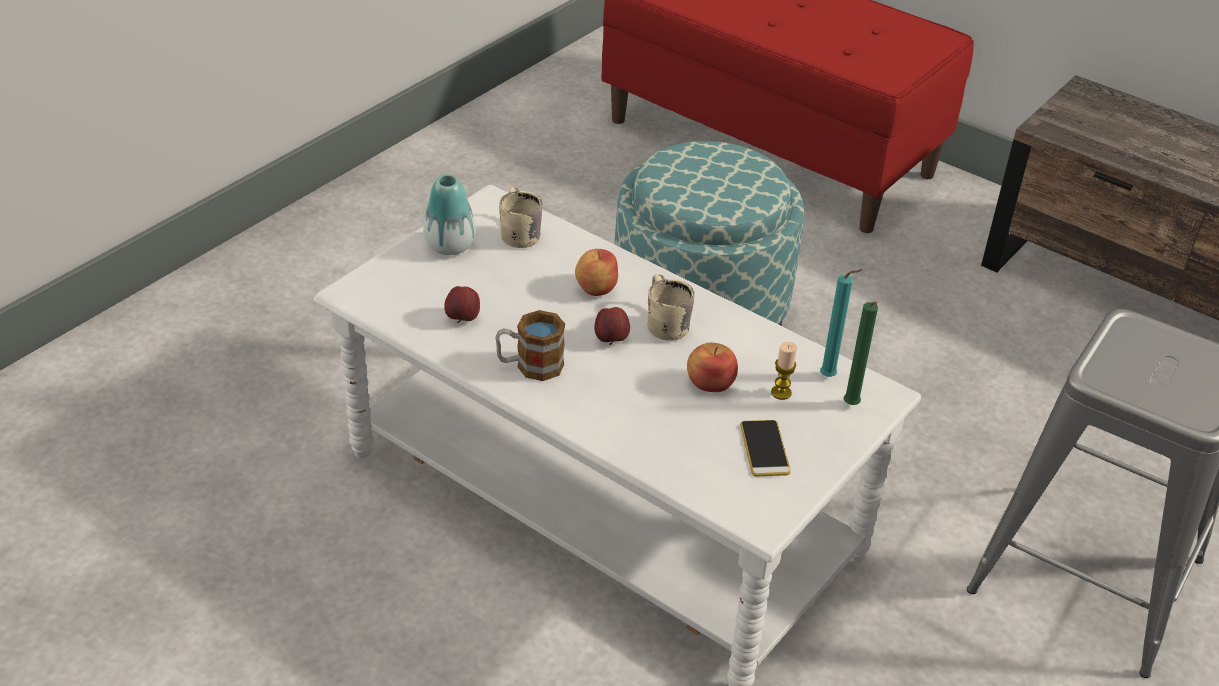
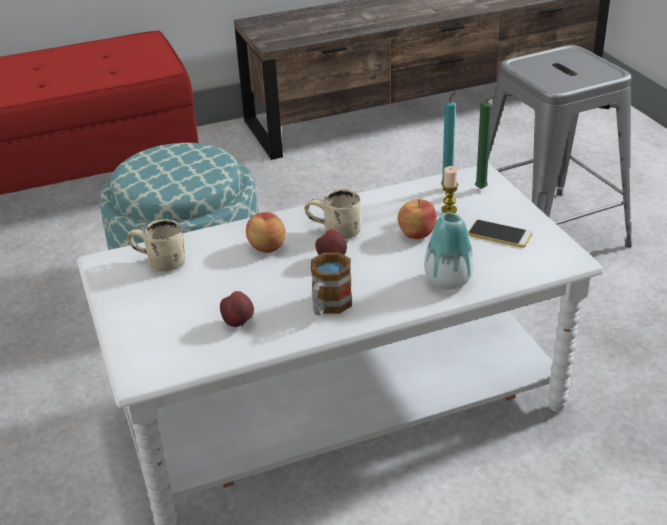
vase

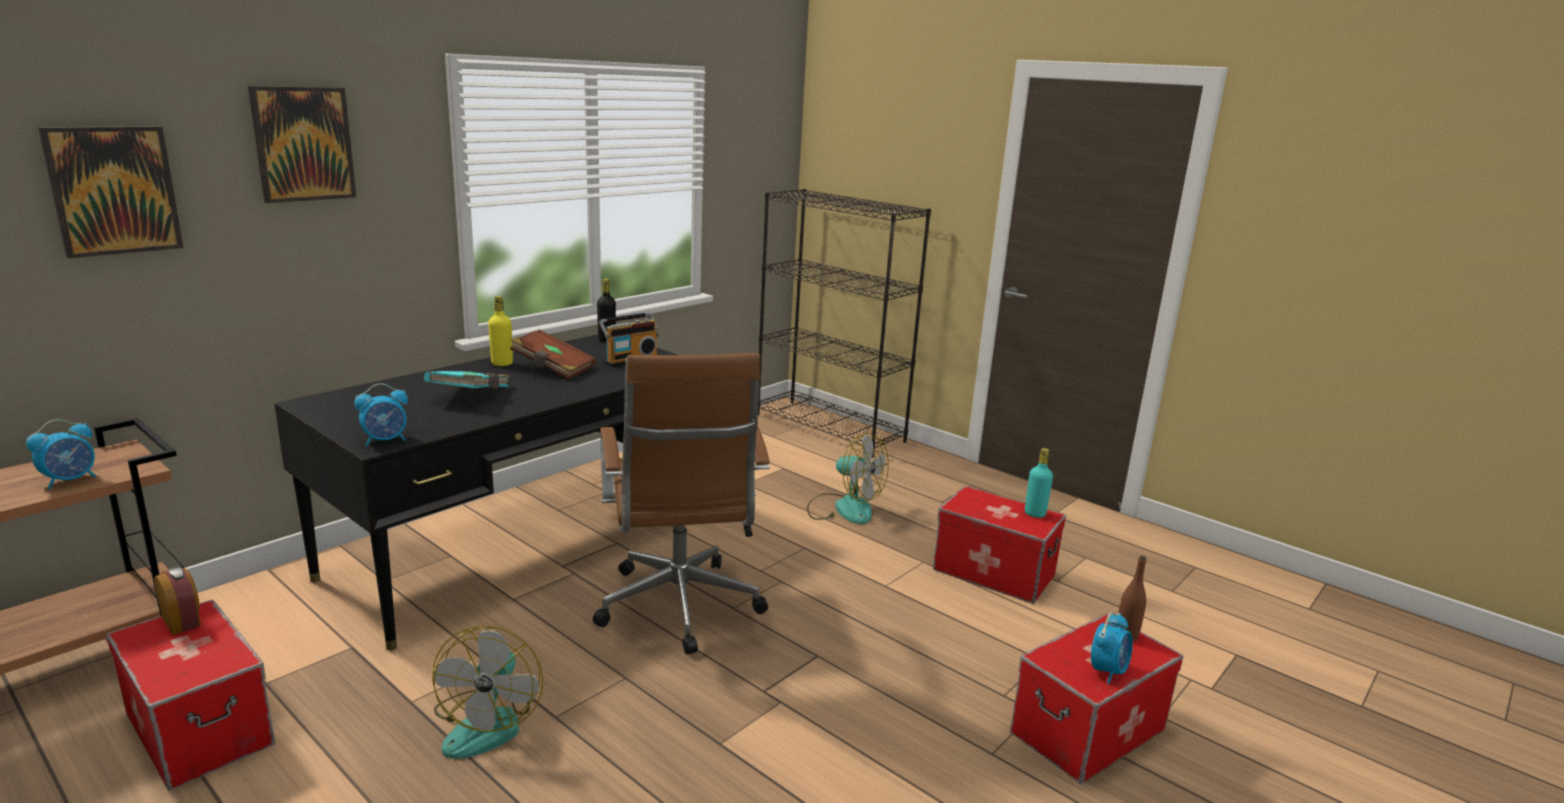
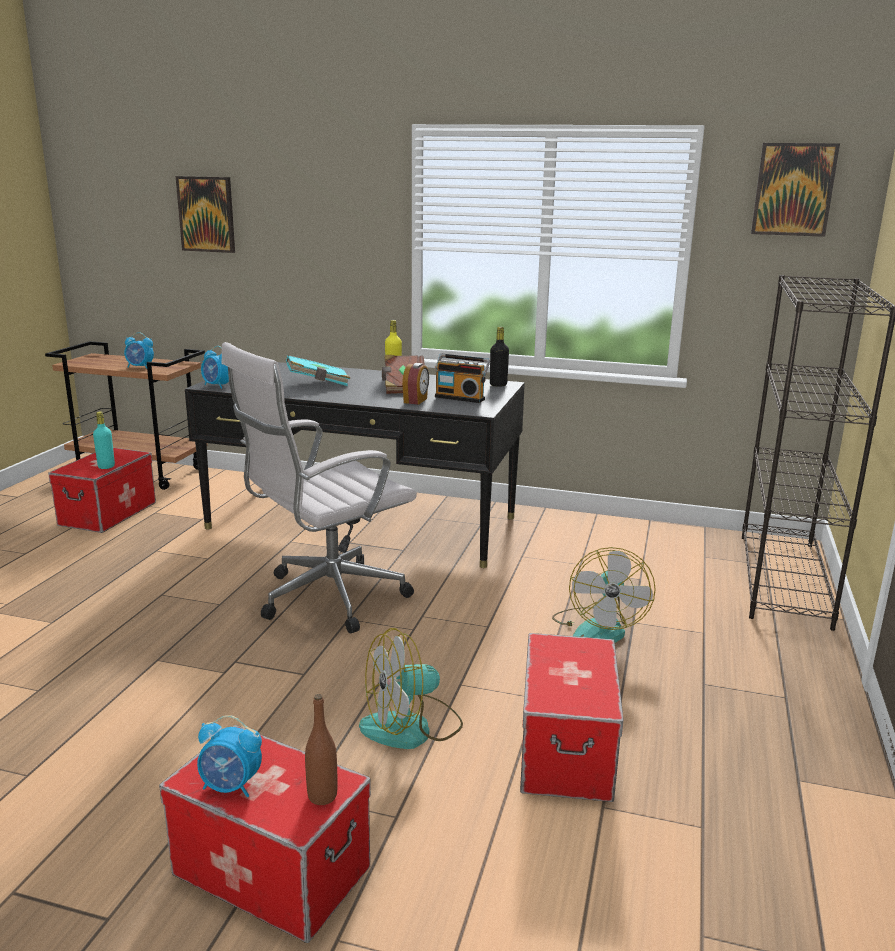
turquoise drink bottle; white desk chair; fan (no. 1 from left); bedside clock (no. 4 from left); picture (no. 2 from left)

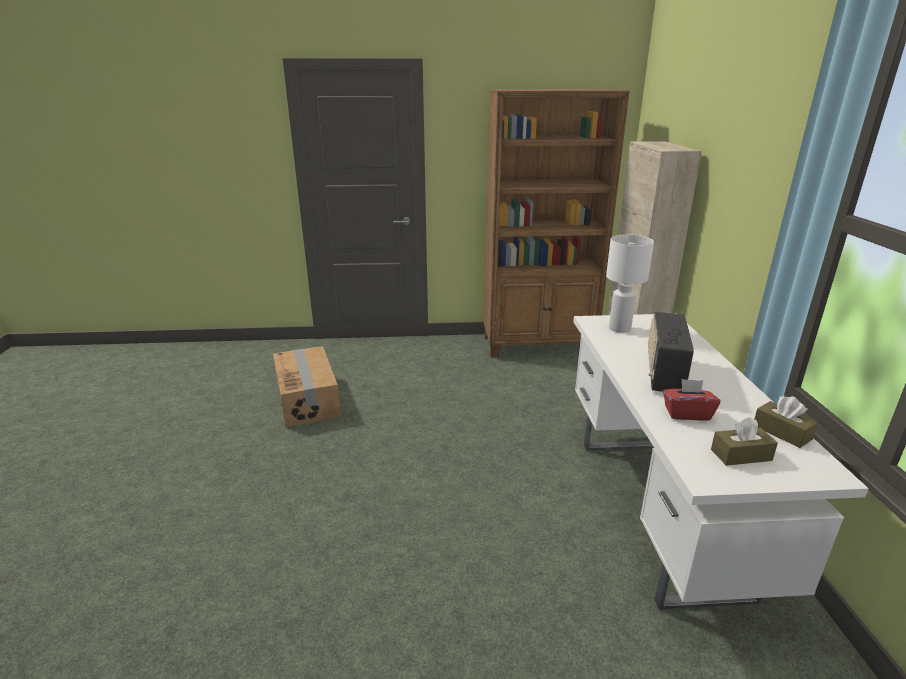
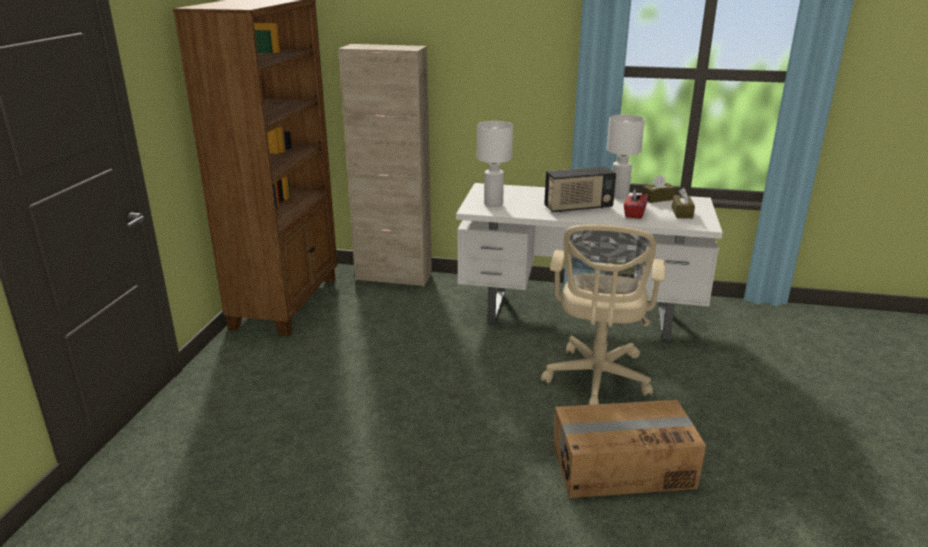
sand-coloured desk chair; radio receiver; carton; white lamp for a table (no. 2 from left)

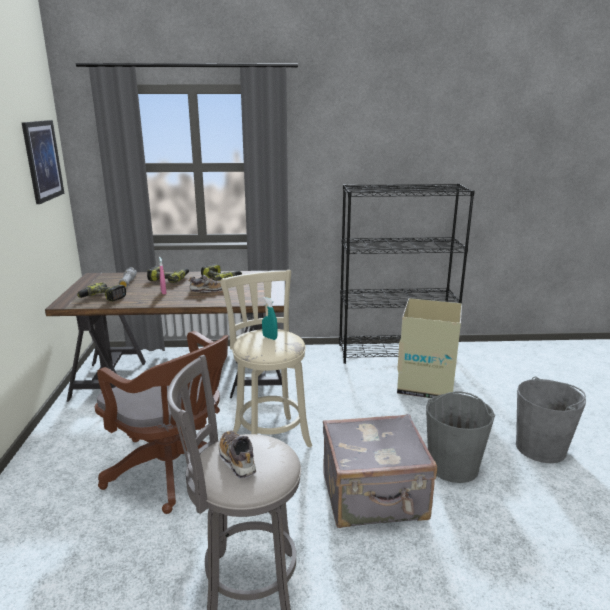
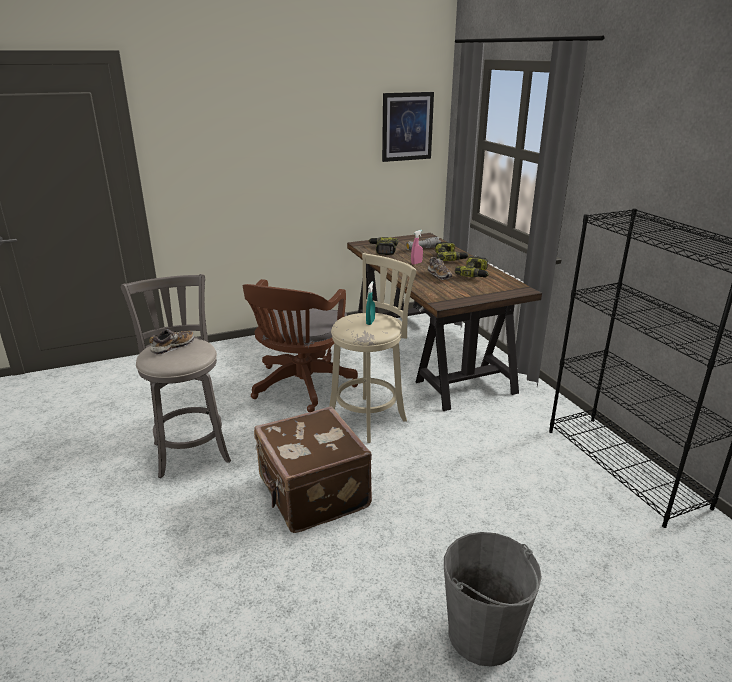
brownish suitcase; carton; gray pail (no. 1 from left in the first image)

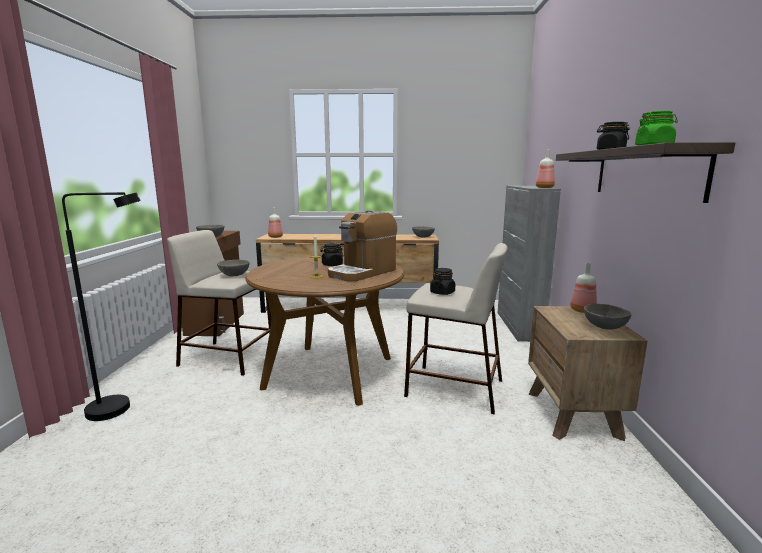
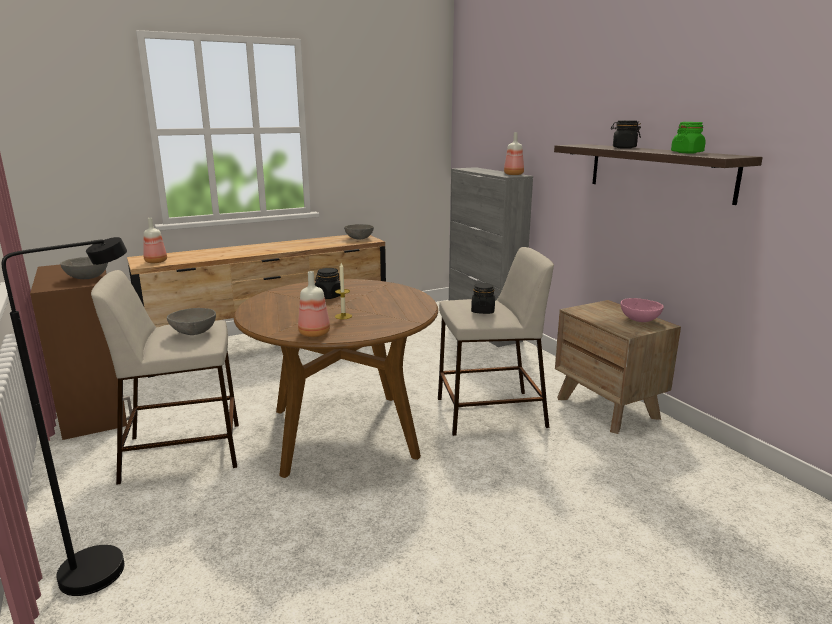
drink bottle (no. 2 from left); pink-coloured serving bowl; coffee machine

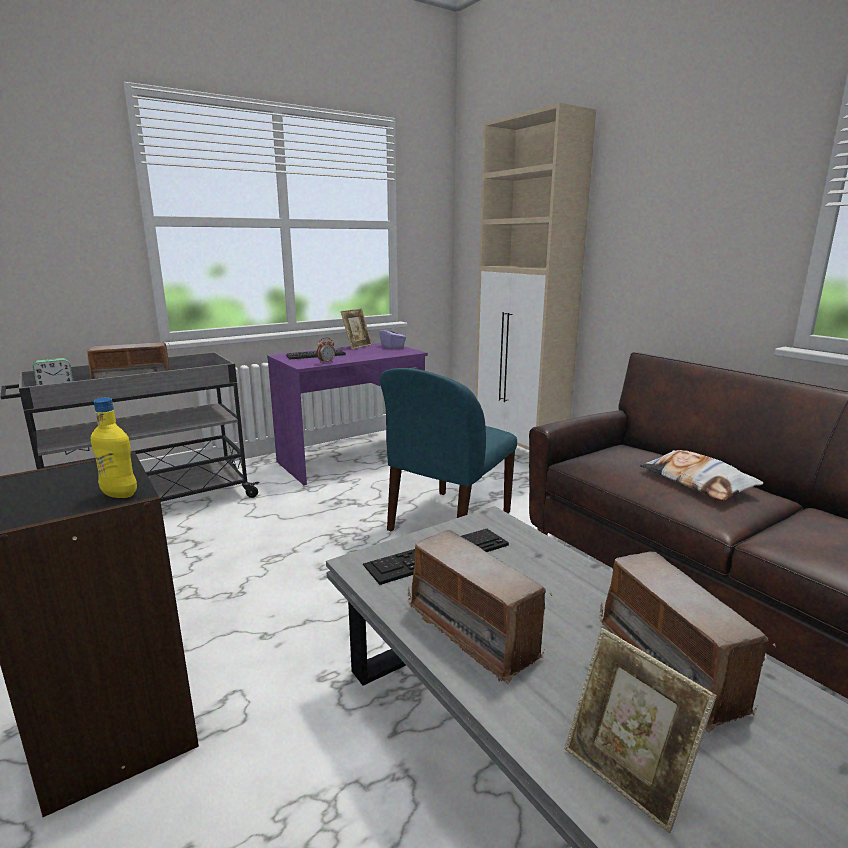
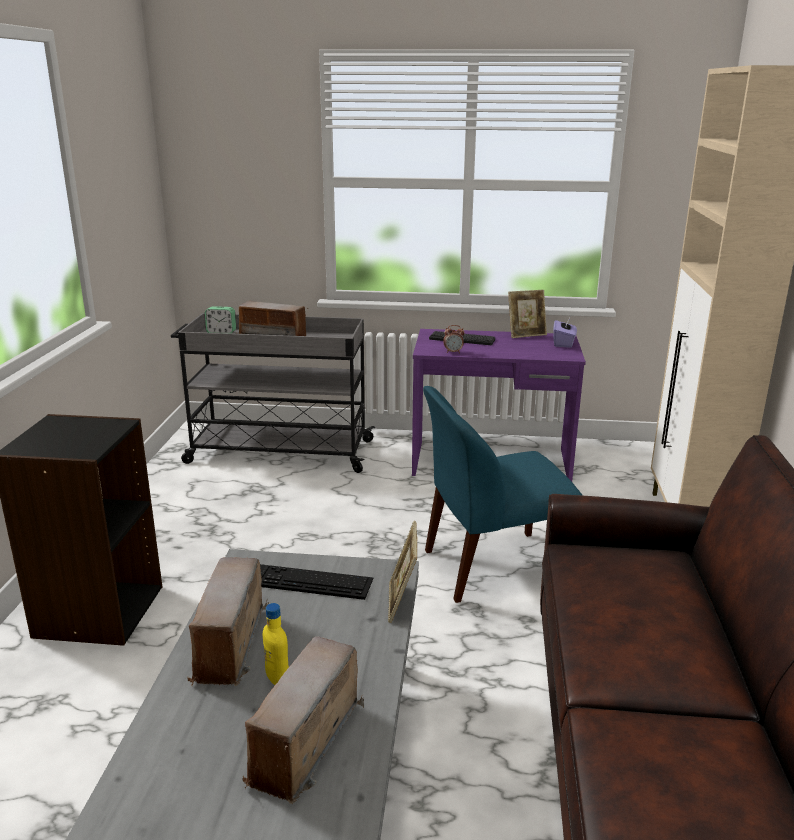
yellowish drink bottle; photo frame (no. 1 from left); cushion

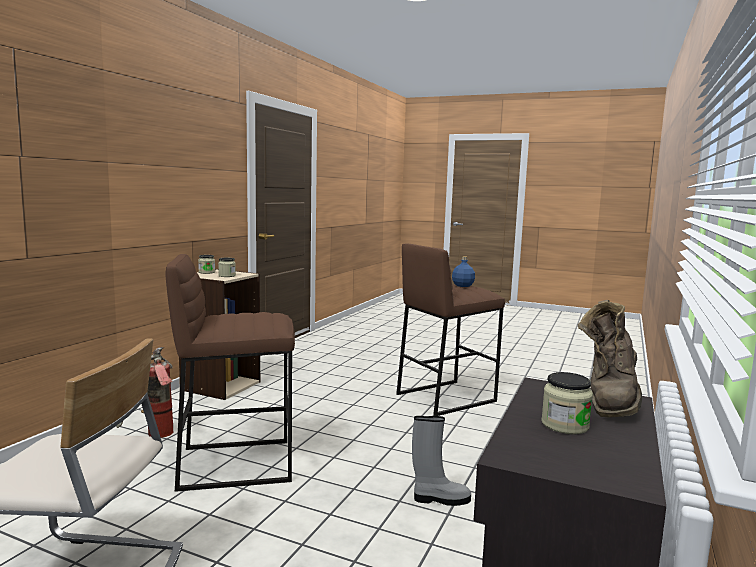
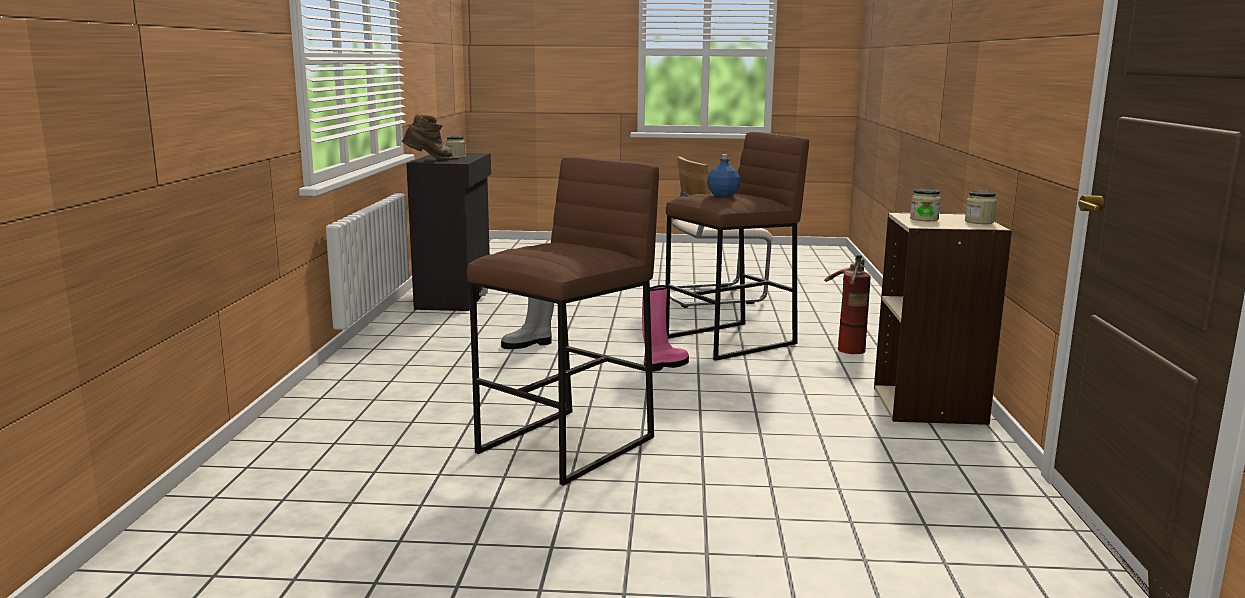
brownish boot; pink-coloured boot; blue-coloured drink bottle

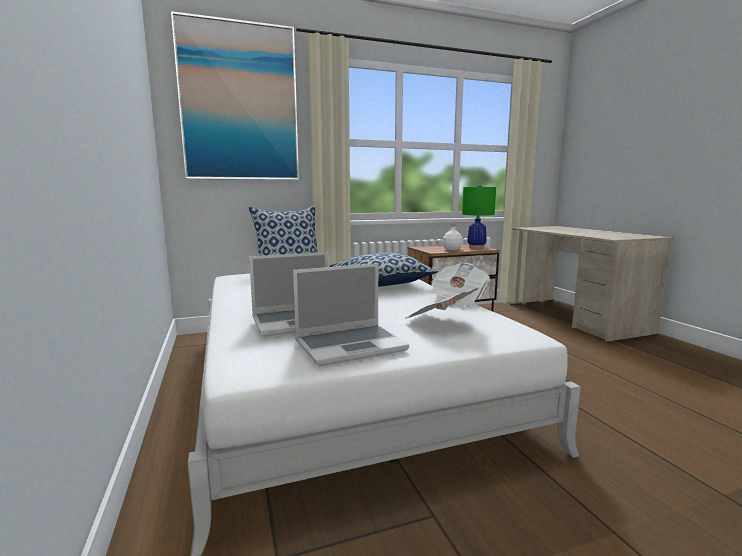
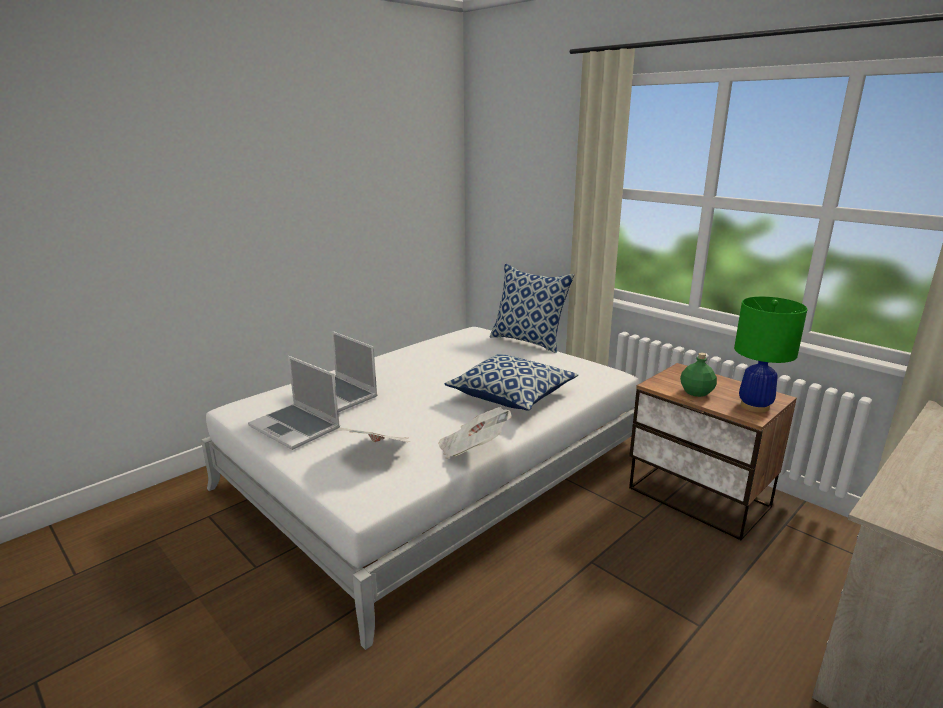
green drink bottle; picture

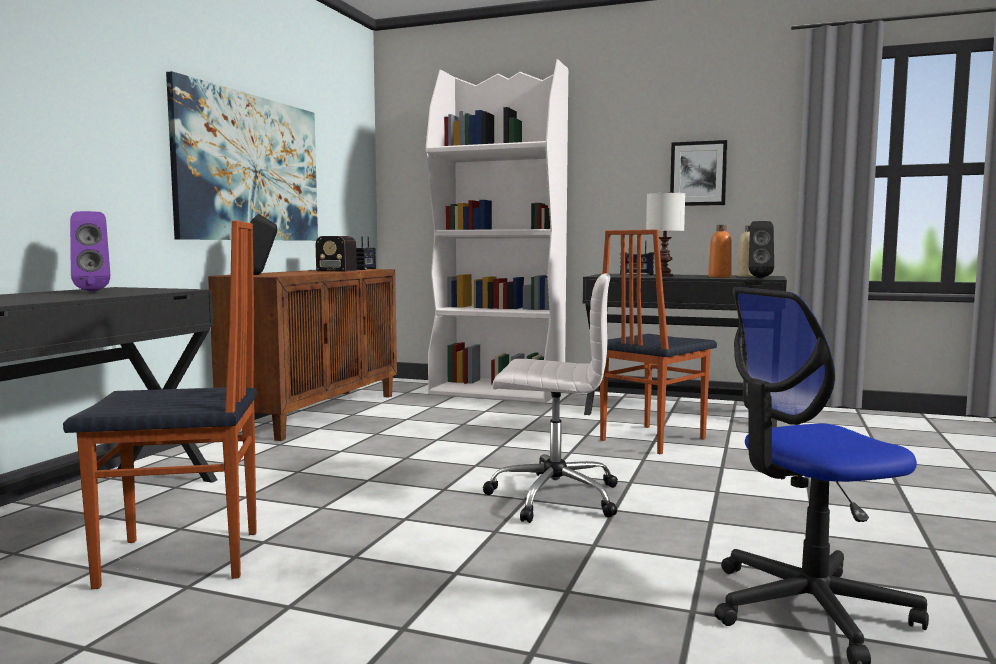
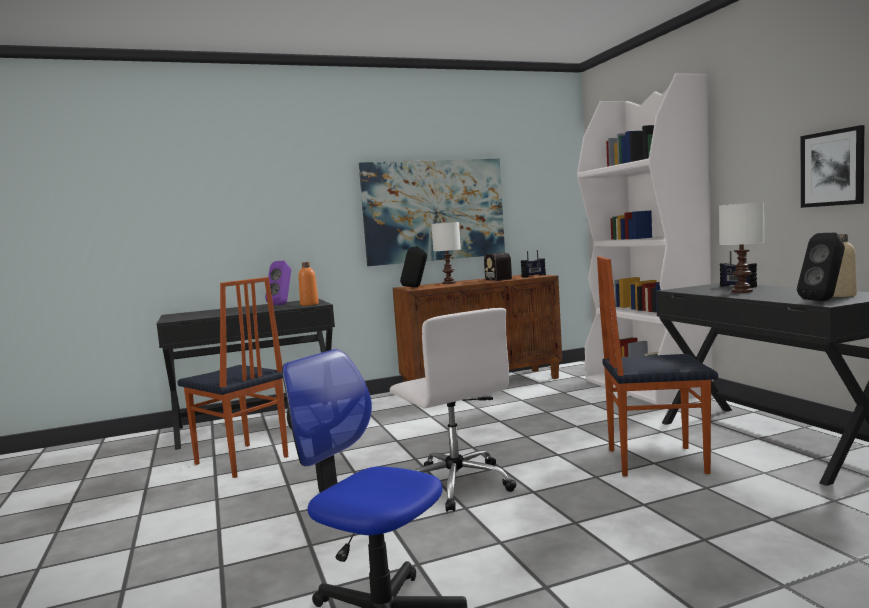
orange-coloured drink bottle; white lamp for a table (no. 1 from left)

